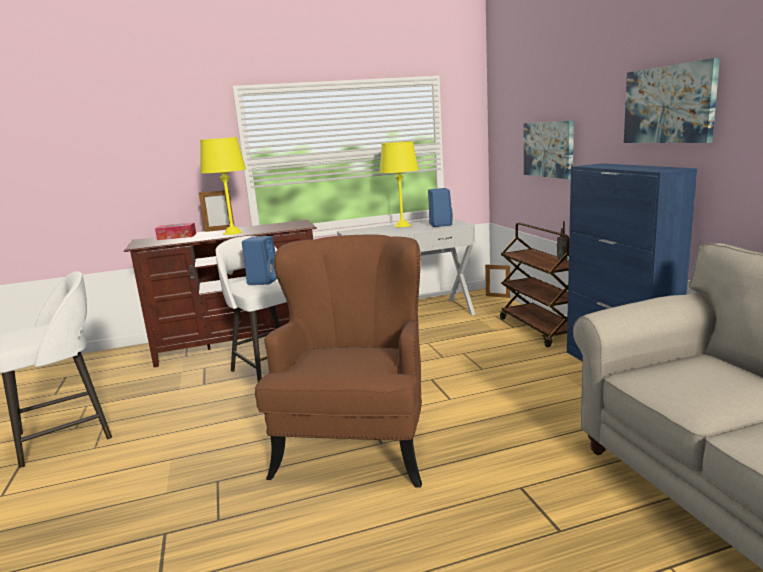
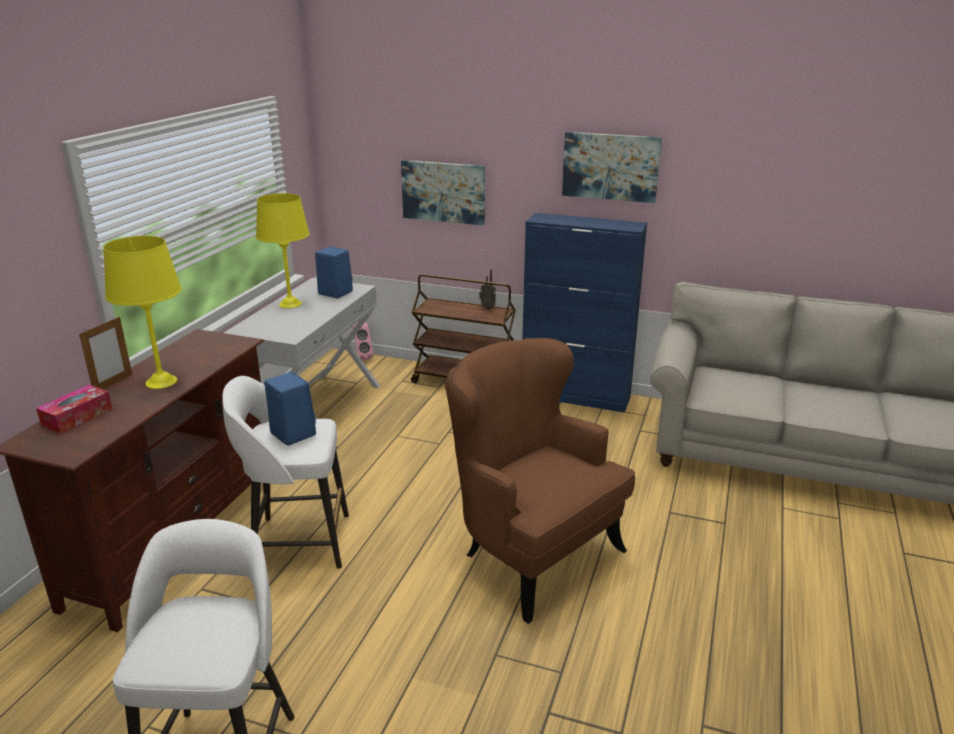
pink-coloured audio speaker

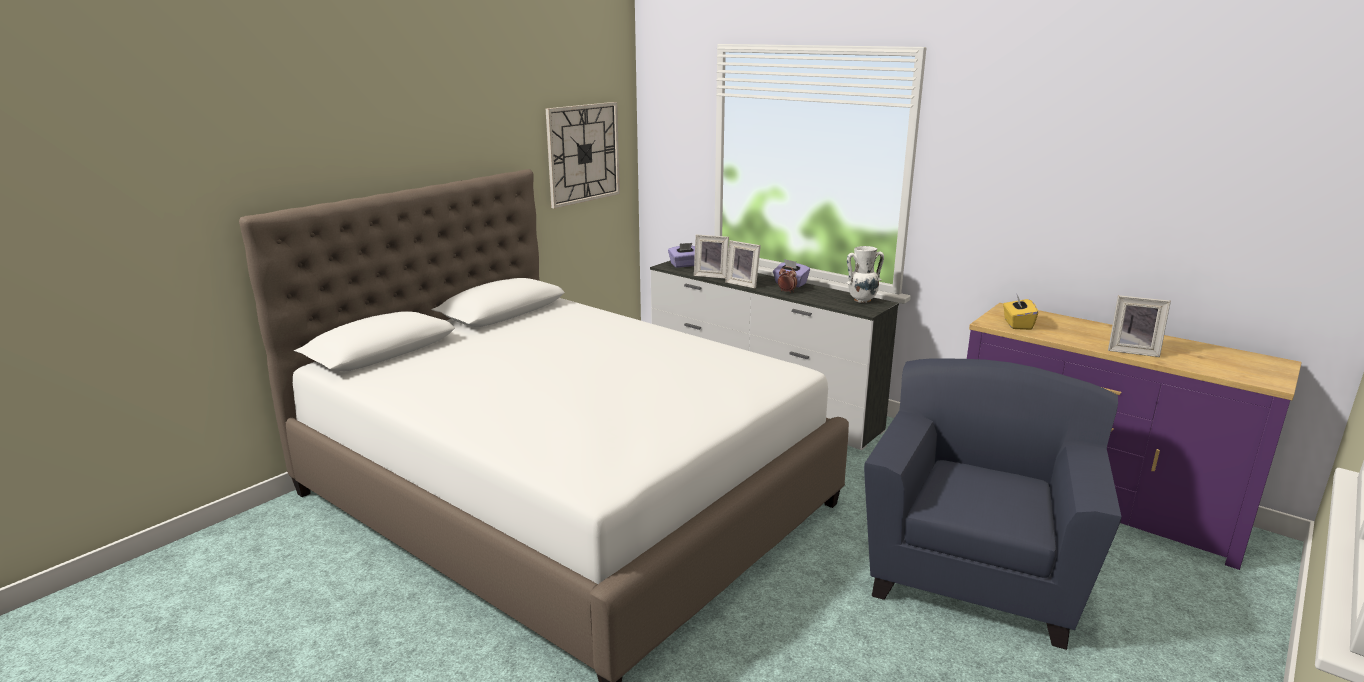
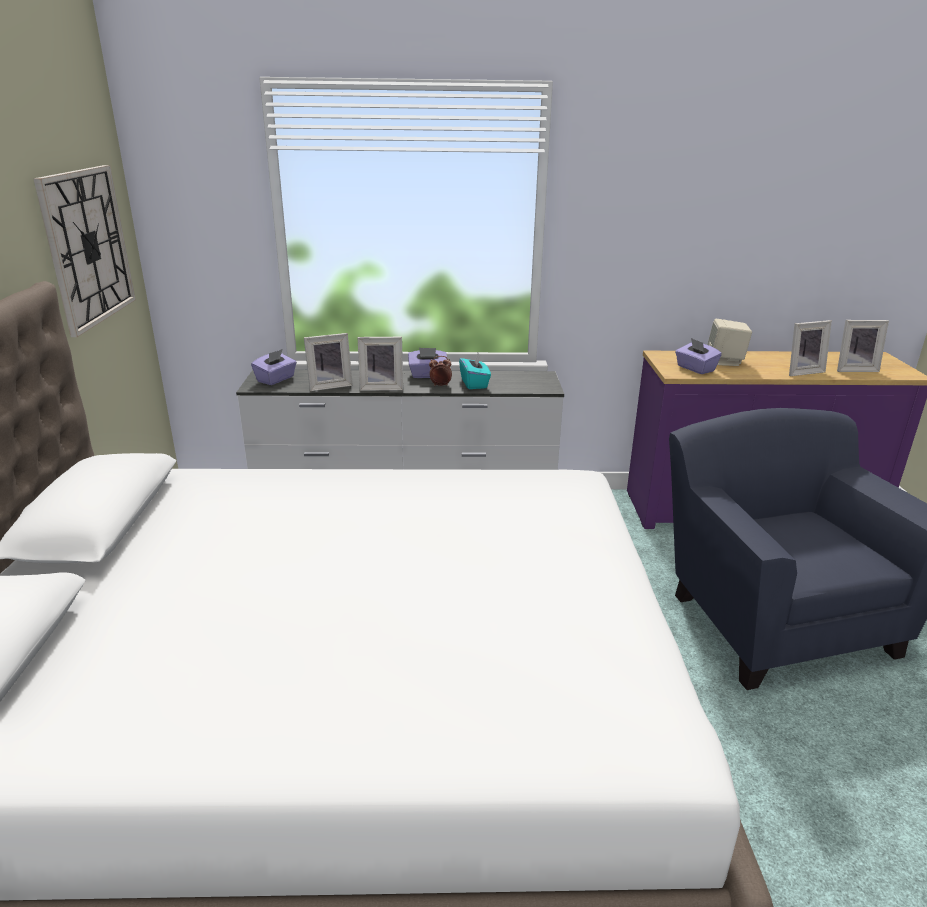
turquoise tissue holder; purple-coloured tissue holder (no. 3 from left); sand-coloured audio speaker; photo frame (no. 4 from left); white vase

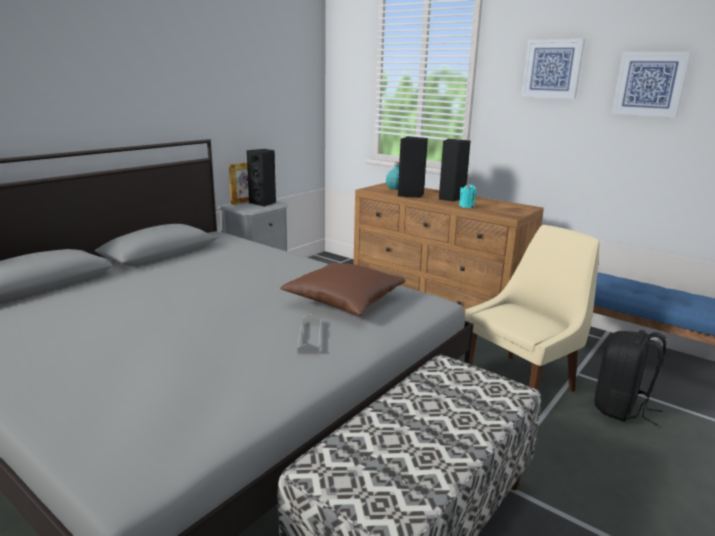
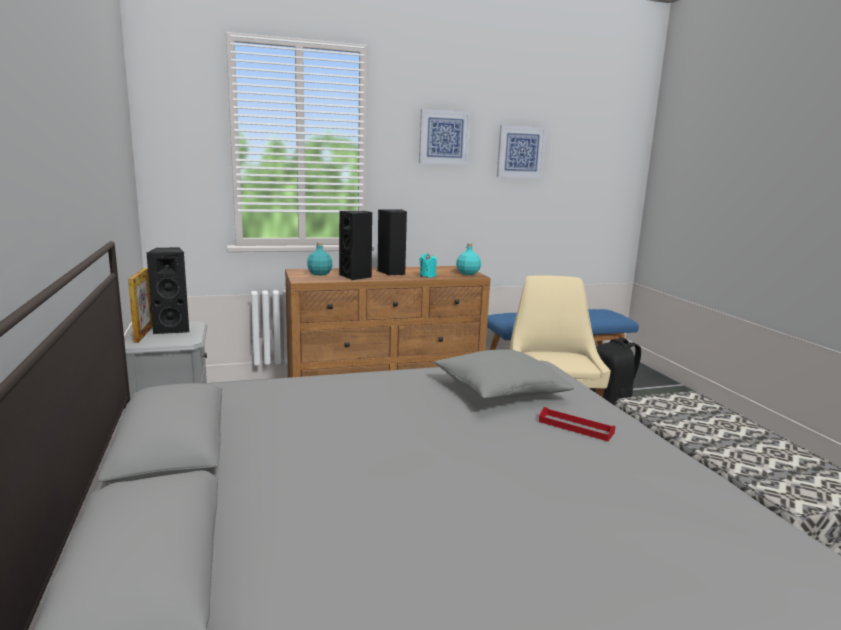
gray cushion; turquoise drink bottle (no. 2 from left); red serving tray

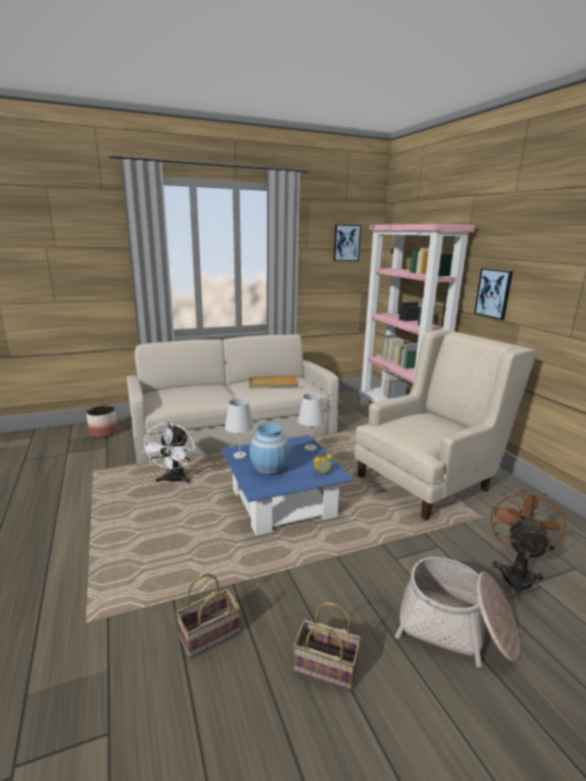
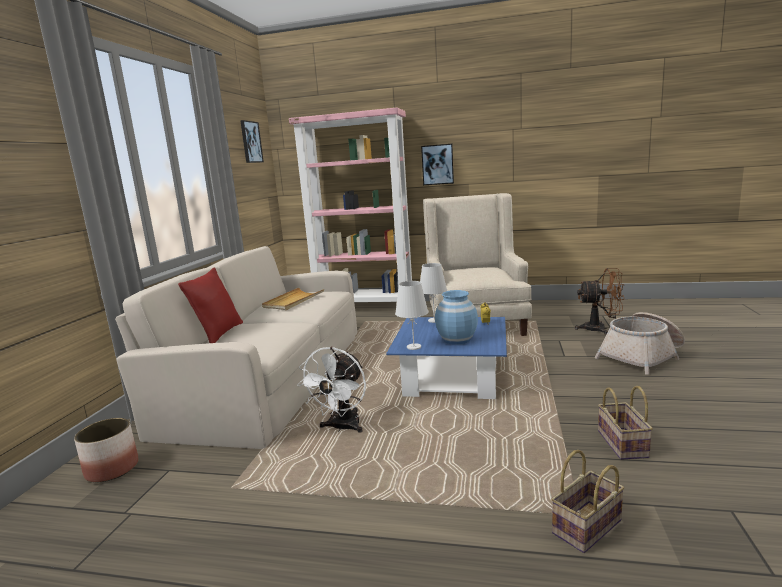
red cushion; white fan; storage basket (no. 1 from left); brownish fan

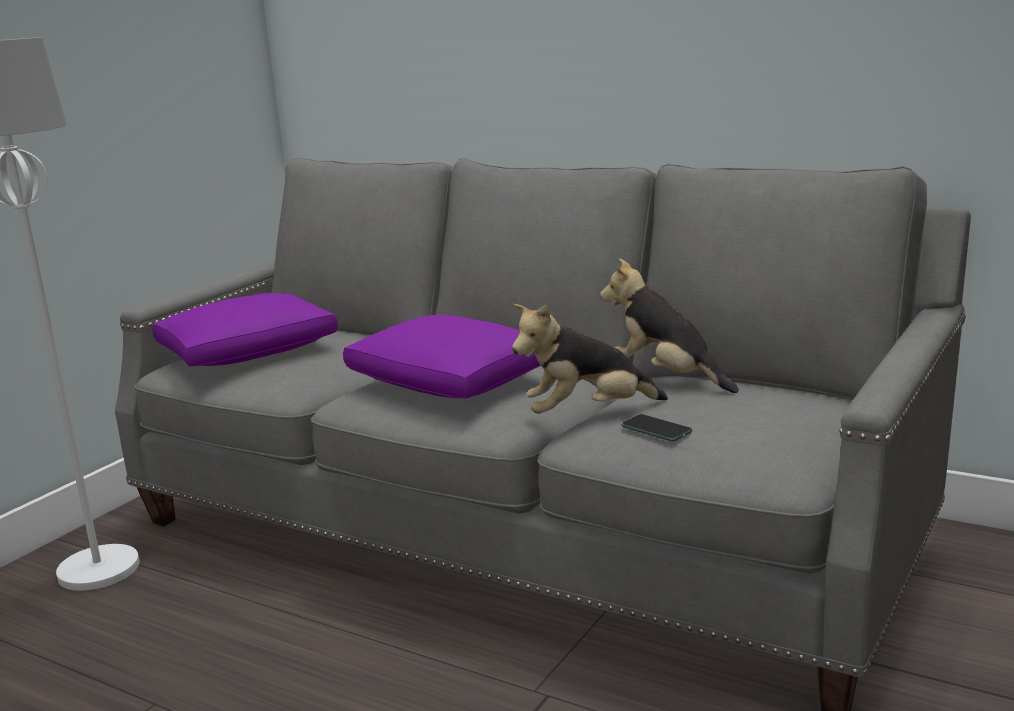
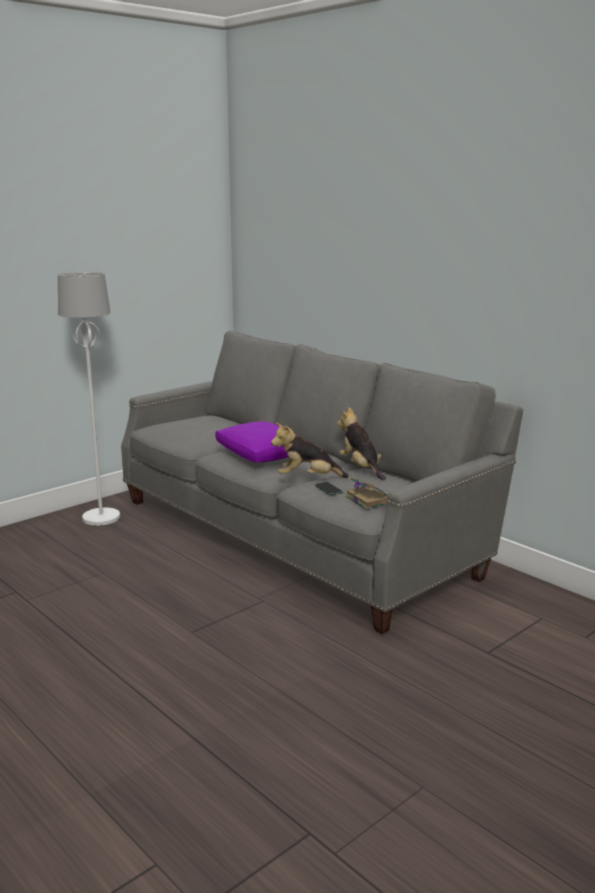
volume; purple-coloured cushion (no. 1 from left in the first image)

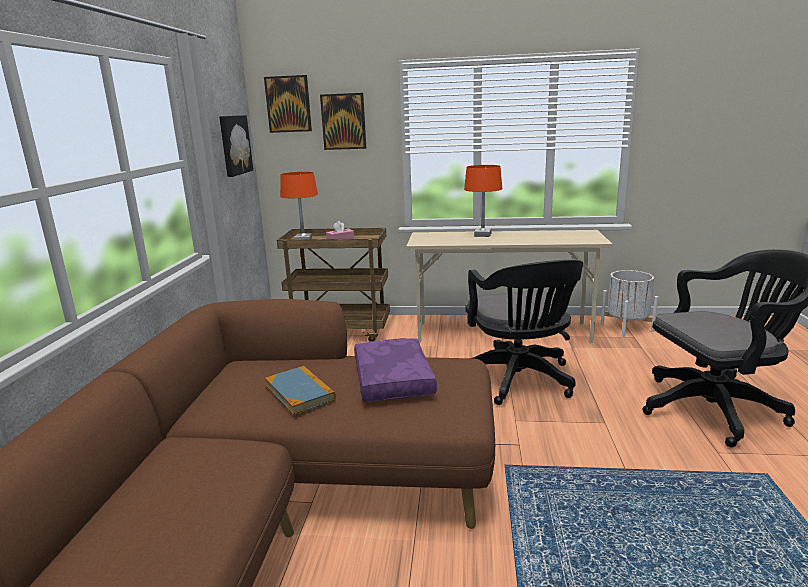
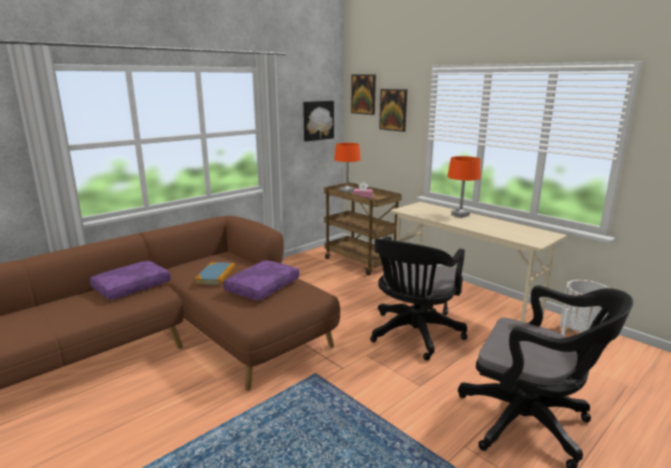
purple-coloured cushion (no. 1 from left)

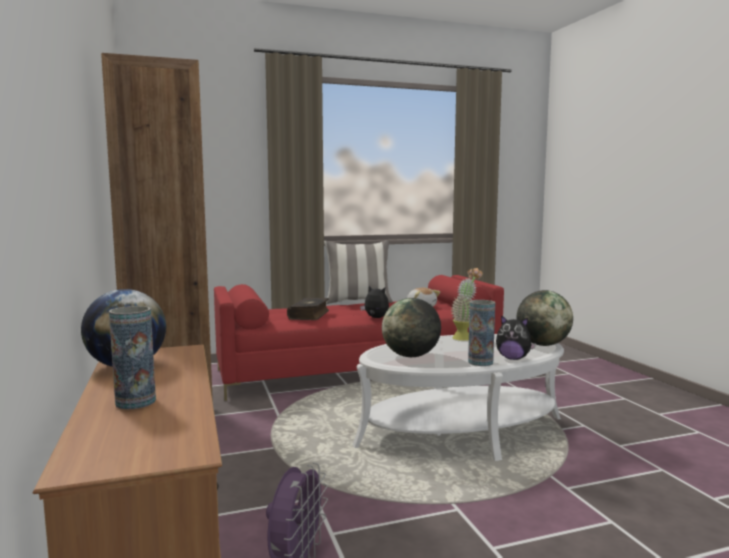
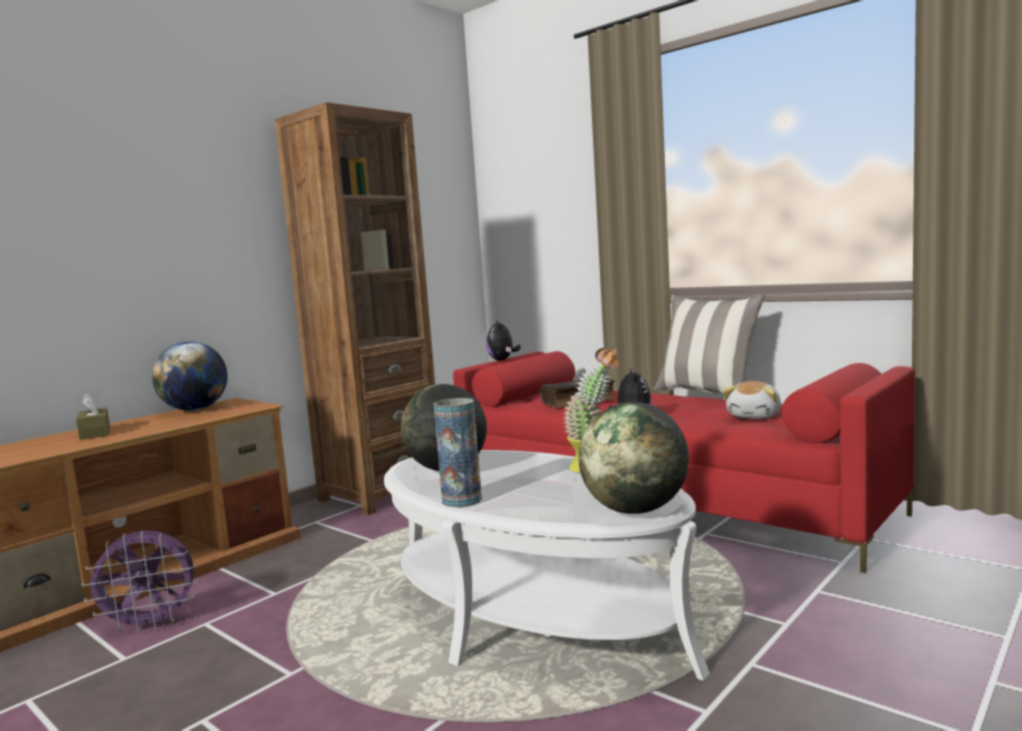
brownish tissue holder; plush toy (no. 1 from left)

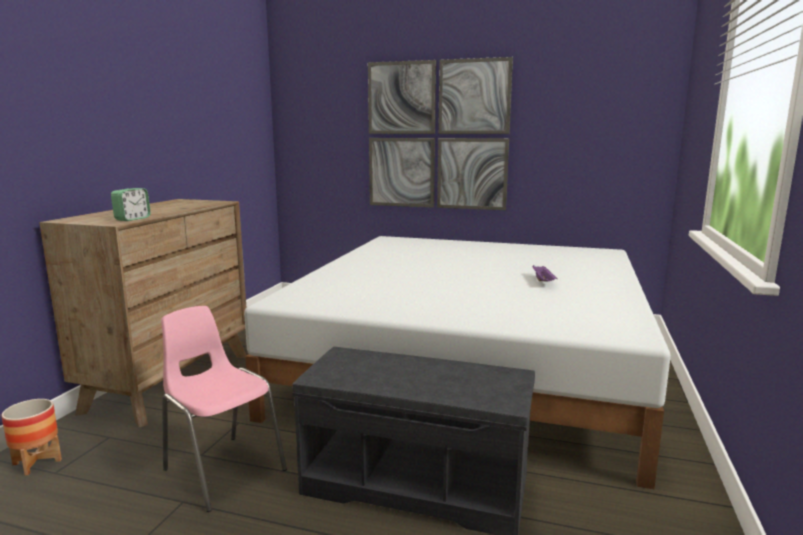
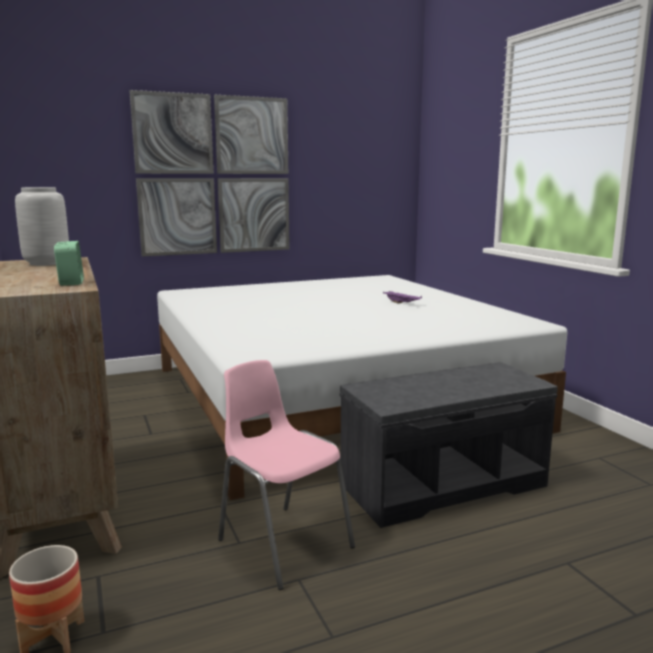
gray vase; pink-coloured plain chair

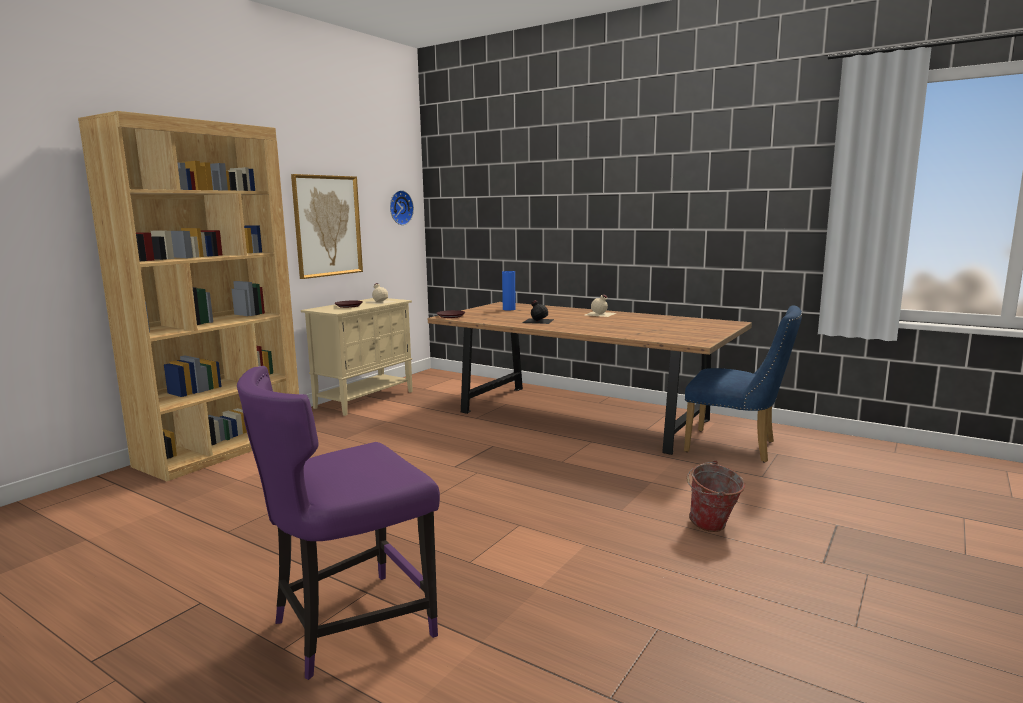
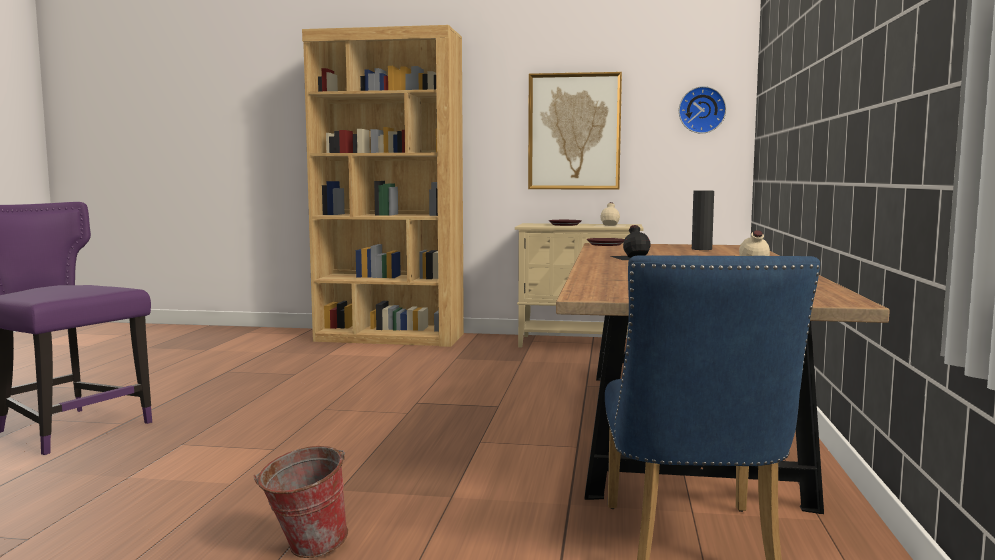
black vase

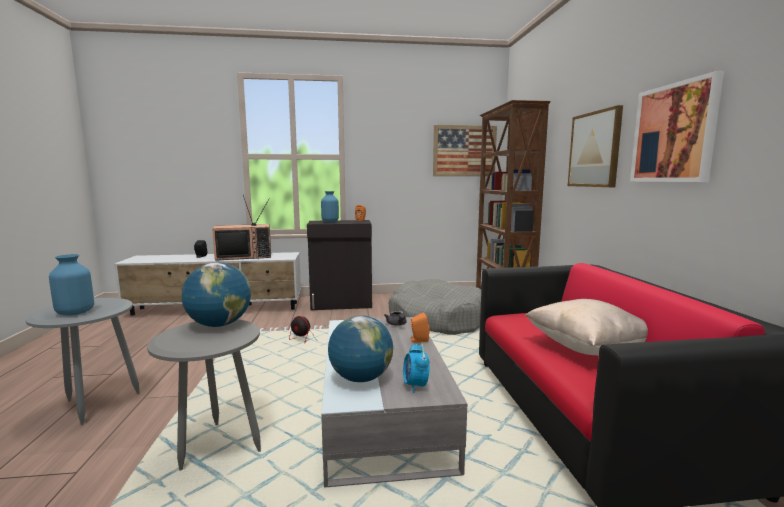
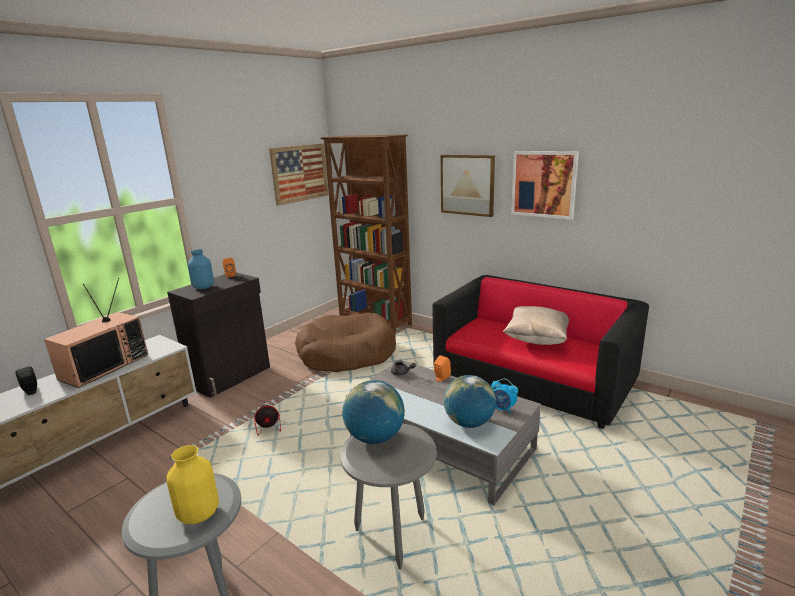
yellowish vase; brownish dog cushion

